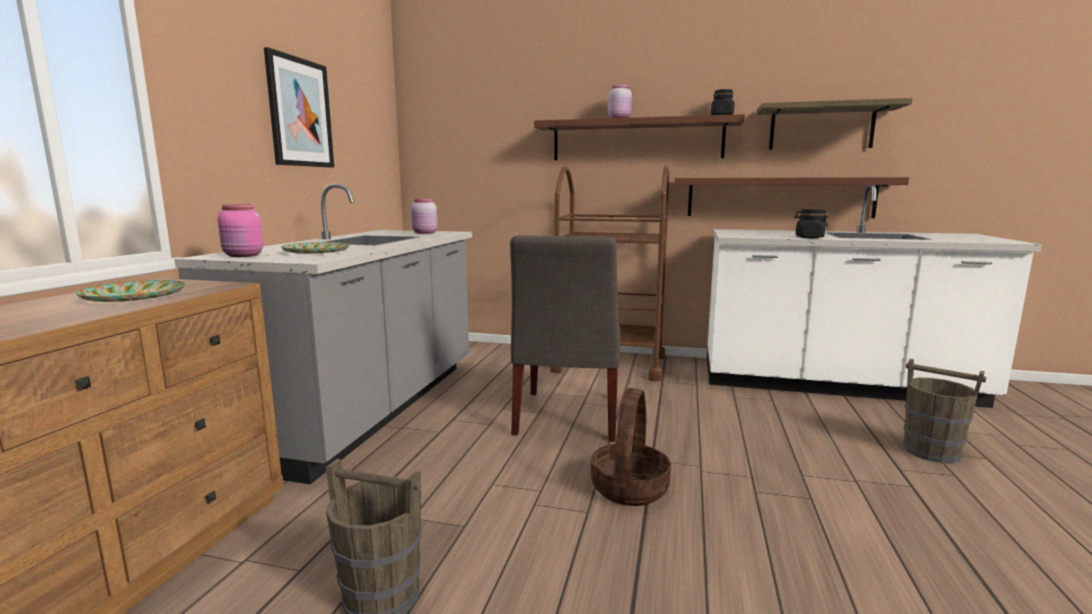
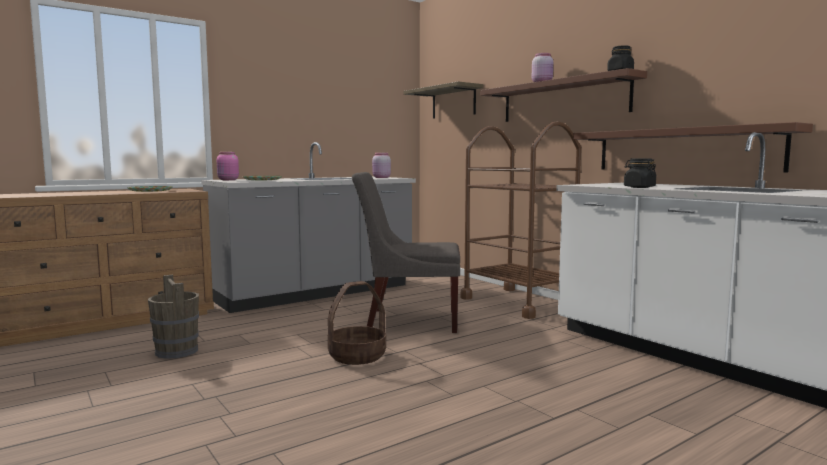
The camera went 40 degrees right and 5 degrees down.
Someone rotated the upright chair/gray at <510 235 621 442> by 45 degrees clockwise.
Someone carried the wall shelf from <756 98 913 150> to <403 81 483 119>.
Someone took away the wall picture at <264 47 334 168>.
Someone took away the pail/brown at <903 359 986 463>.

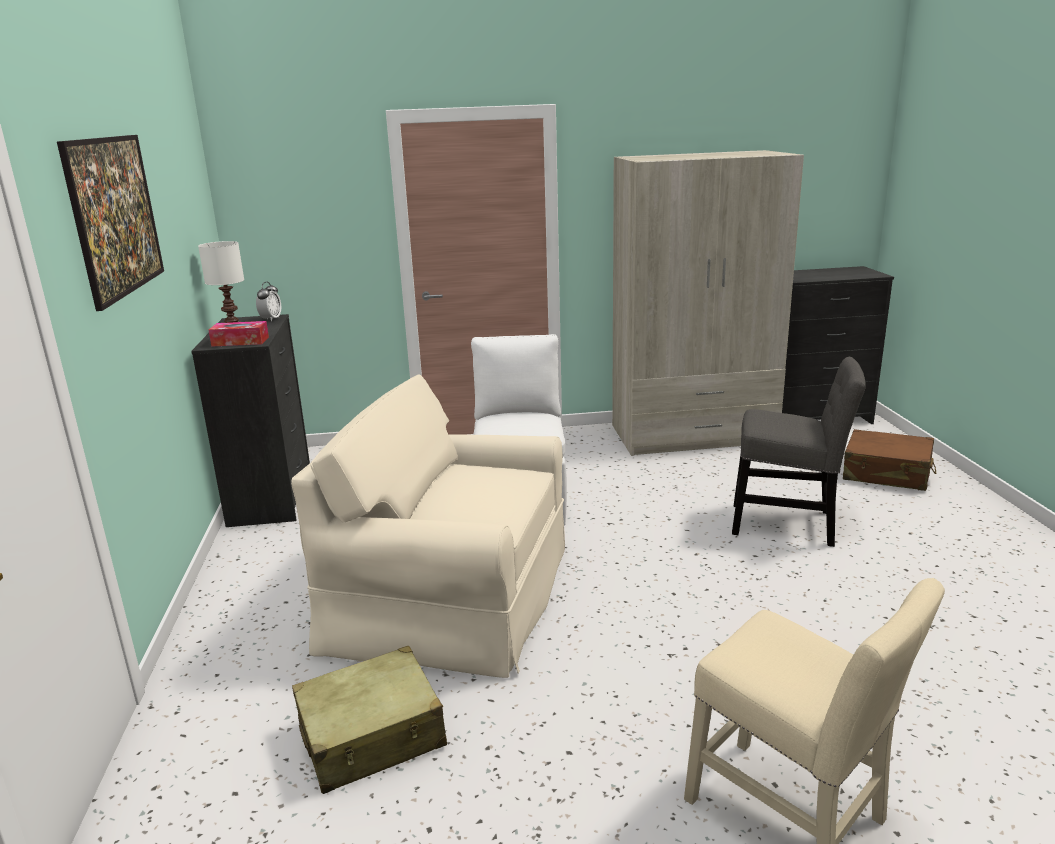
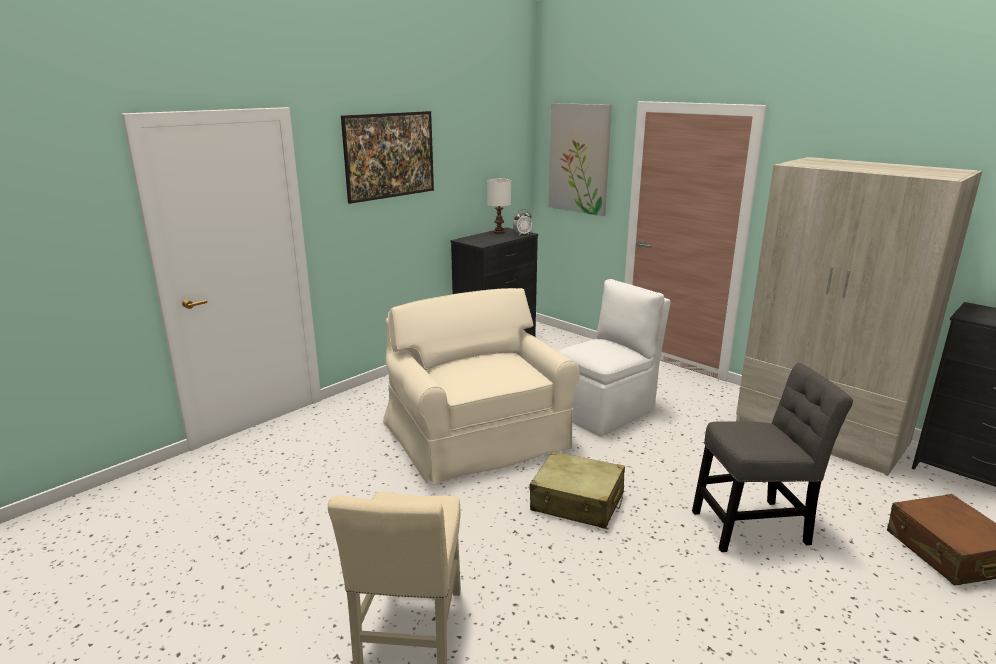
The camera went 50 degrees right and 0 degrees up.
Someone carried the suitcase/beige-coloured from <292 646 447 794> to <529 451 625 529>.
Someone put up the wall picture at <548 103 612 216>.
Someone rotated the upright chair/gray at <732 357 866 547> by 75 degrees counterclockwise.
Someone took away the tissue holder at <208 321 269 347>.

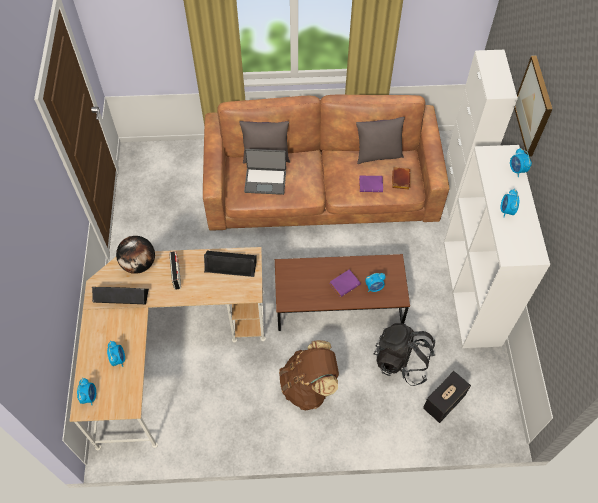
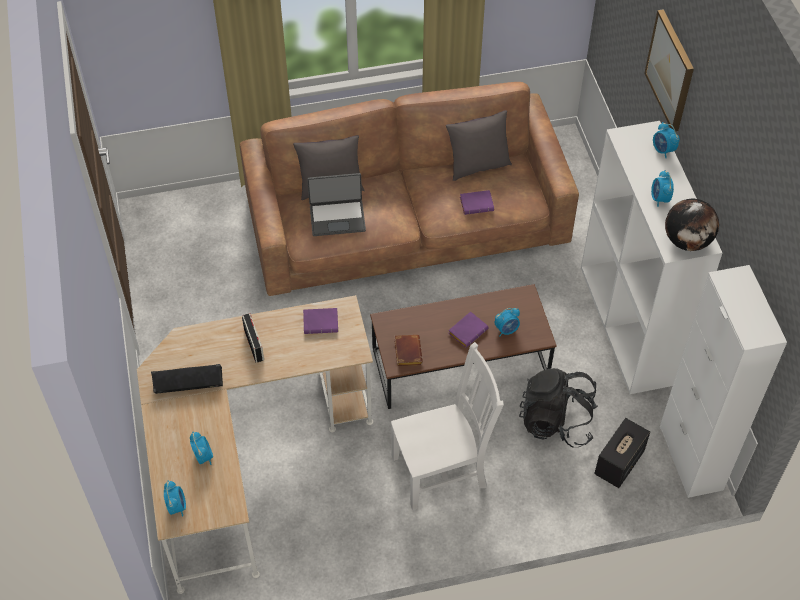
The camera went 10 degrees left and 5 degrees down.
Someone swapped the audio speaker/blackish at <204 250 257 277> for the book/purplish at <303 308 338 334>.
Someone swapped the backpack/brown at <279 340 339 410> for the upright chair/white at <391 342 504 510>.
Someone carried the book/brown from <392 167 410 189> to <394 335 423 366>.
Someone carried the cabinet/white from <445 50 518 219> to <660 265 787 498>.
Someone carried the desk globe from <116 236 155 274> to <665 199 719 251>.

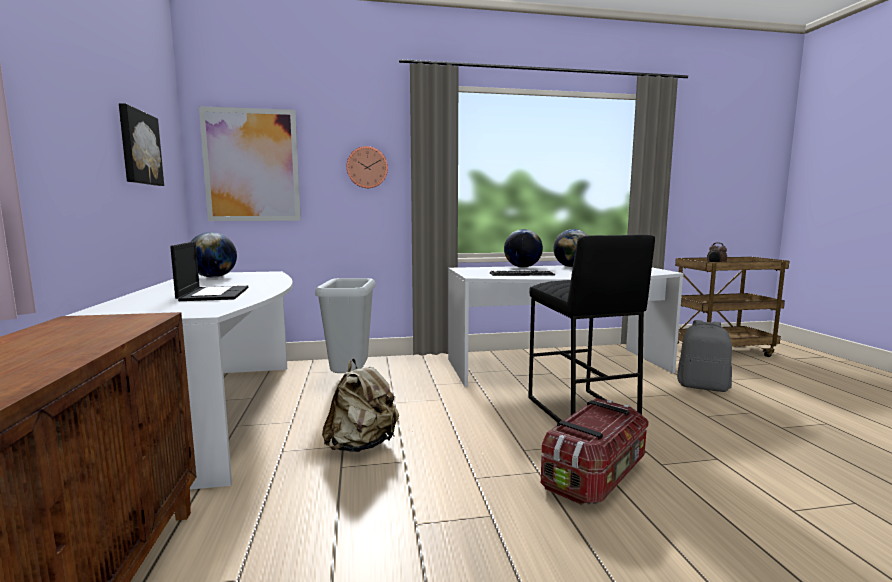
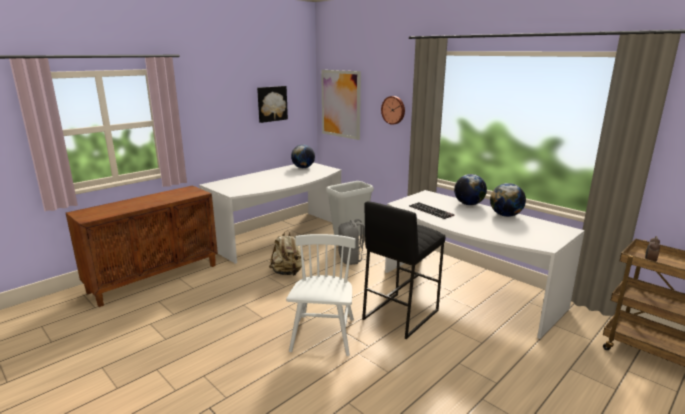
The camera went 55 degrees right and 10 degrees up.
Someone swapped the storage container at <541 398 649 505> for the upright chair/white at <286 234 356 356>.
Someone carried the backpack/gray from <677 320 732 392> to <339 219 366 265>.
Someone took away the notebook computer at <170 241 248 301>.

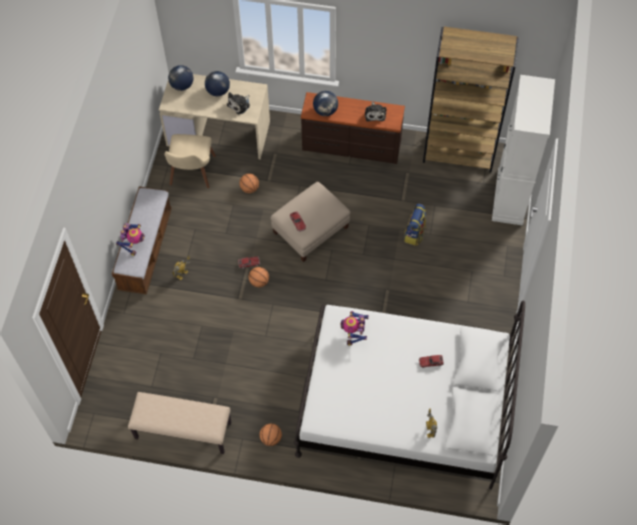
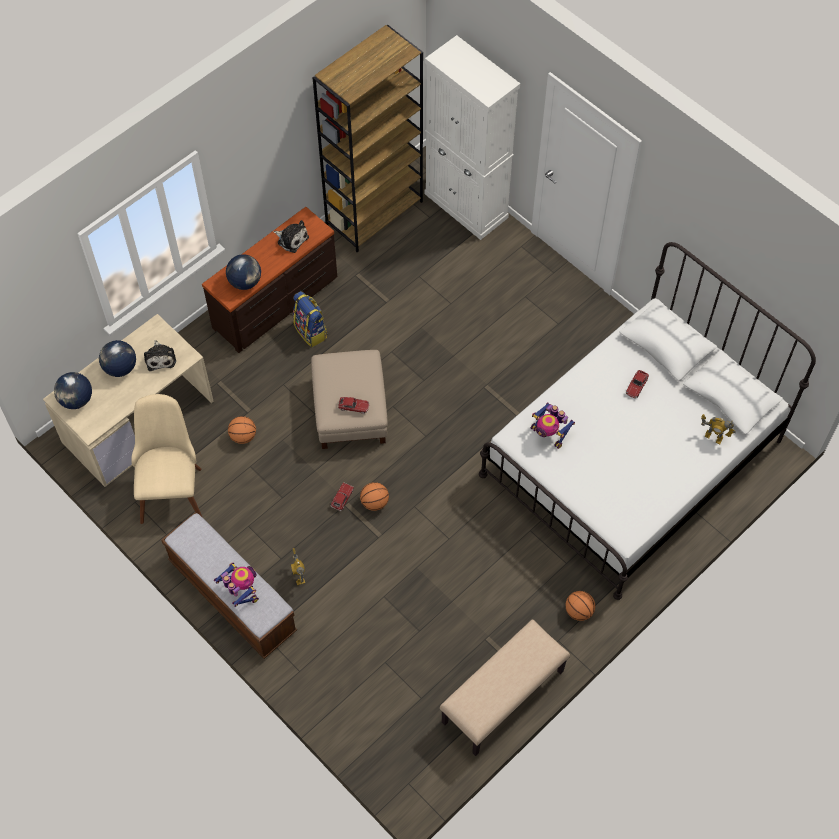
The camera went 55 degrees left and 0 degrees up.
Someone rotated the upright chair/beige-coloured at <165 134 216 188> by 135 degrees counterclockwise.
Someone carried the backpack from <404 203 426 246> to <293 291 328 347>.

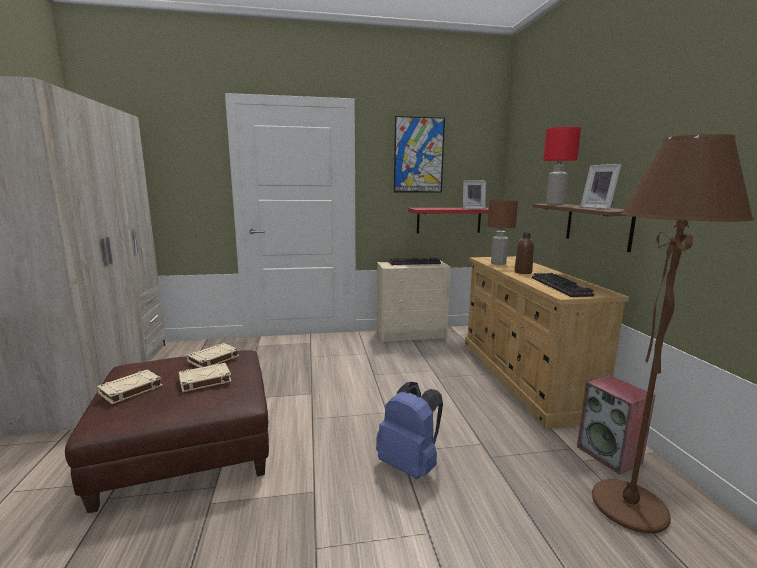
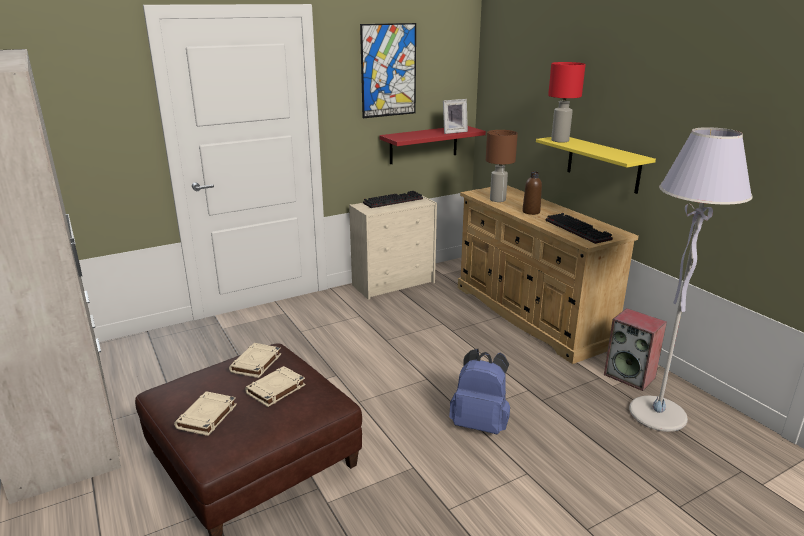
The camera went 20 degrees left and 10 degrees up.
Someone repainted the wall shelf/brown at <532 204 636 252>, which became the wall shelf/yellow at <536 137 656 194>.
Someone repainted the standing lamp/brown at <592 134 754 534>, which became the standing lamp/gray at <629 127 752 432>.
Someone took away the photo frame at <580 164 621 209>.

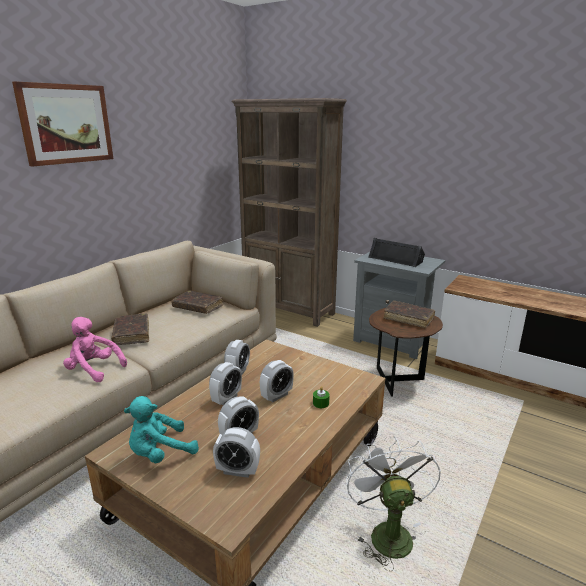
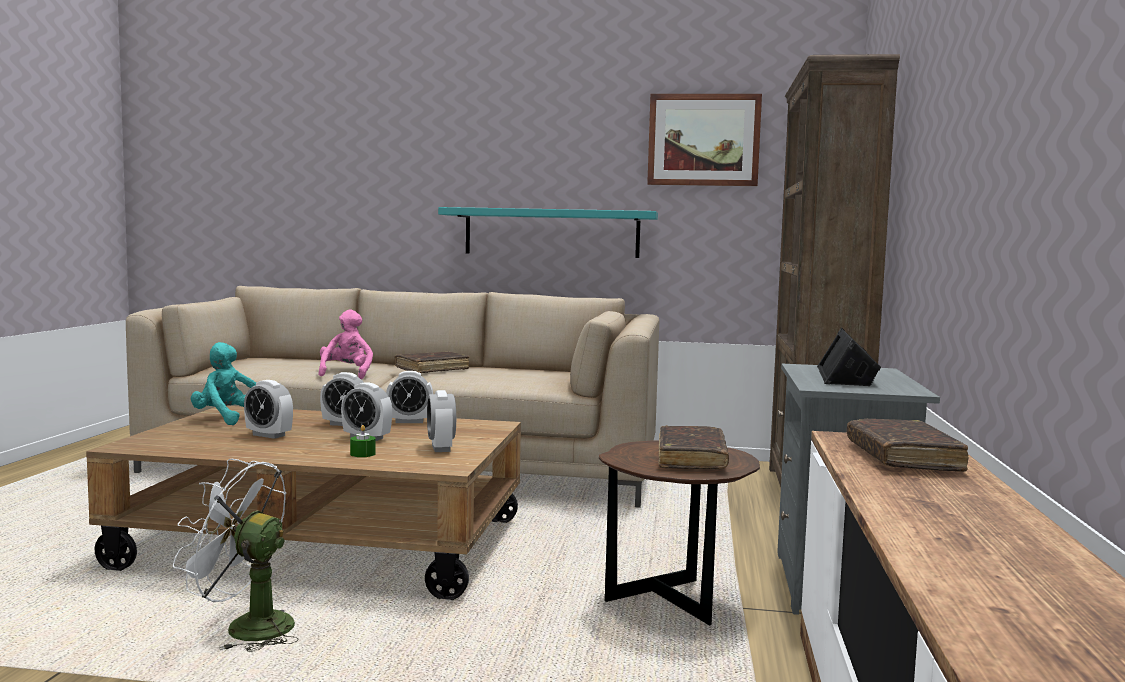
The camera went 65 degrees right and 15 degrees down.
Someone rotated the fan/white at <346 437 441 571> by 135 degrees counterclockwise.
Someone carried the table clock from <213 427 260 478> to <427 390 456 452>.
Someone put up the wall shelf/blue-green at <438 207 658 258>.
Someone carried the wall picture from <12 81 113 167> to <647 94 762 186>.
Someone carried the book/brown from <171 291 223 314> to <847 419 968 472>.

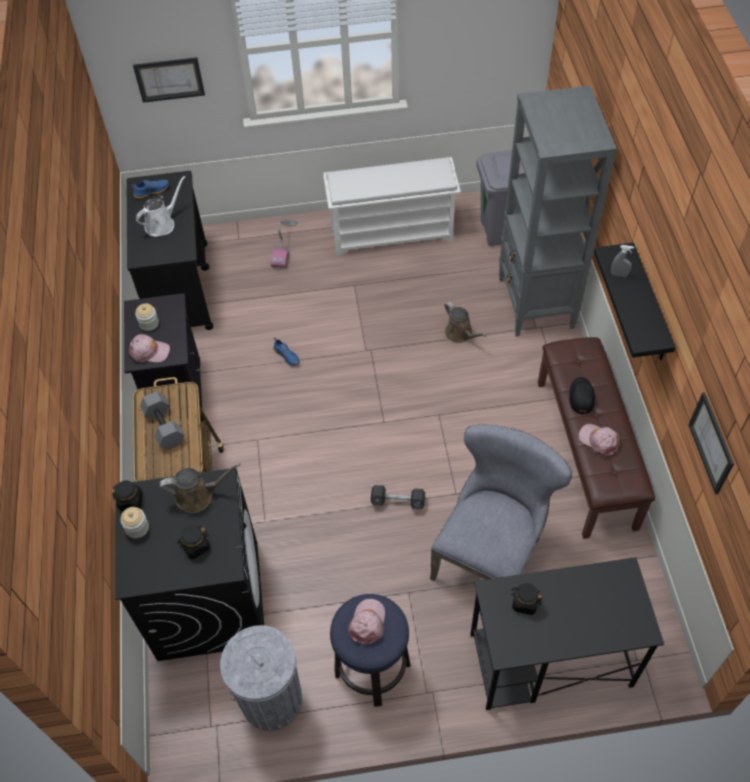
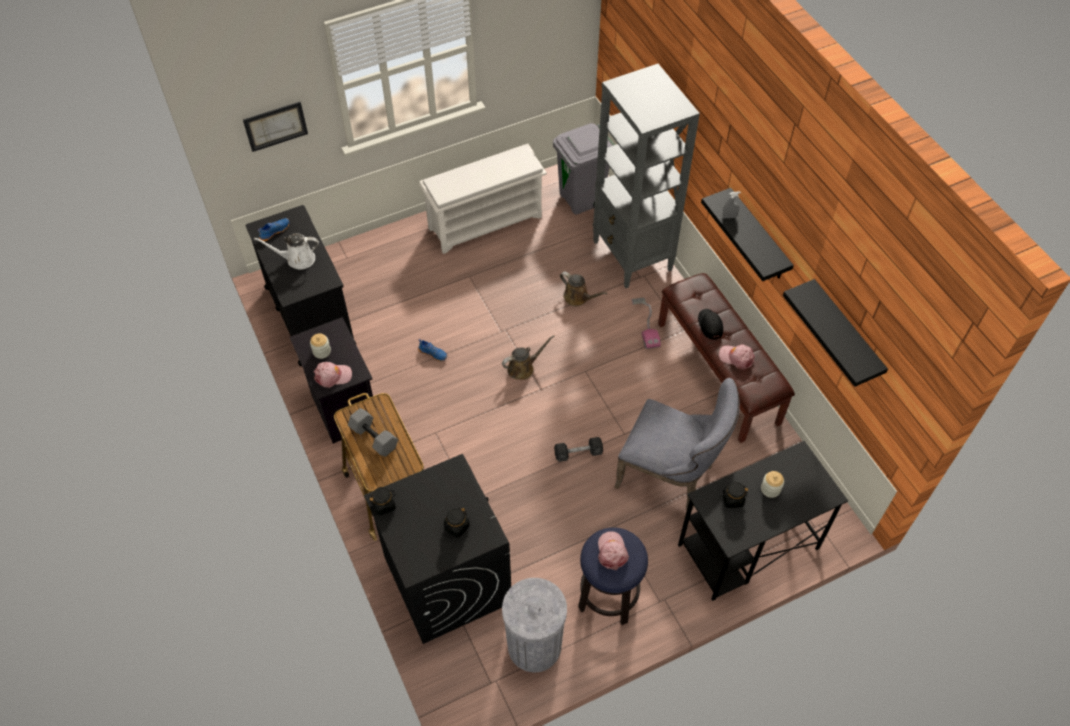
The camera went 20 degrees left and 0 degrees up.
Someone rotated the watering pot/white at <136 176 185 237> by 120 degrees counterclockwise.
Someone carried the watering pot/brown from <159 463 240 513> to <502 335 555 380>.
Someone rotated the upright chair/gray at <430 424 572 581> by 105 degrees clockwise.
Someone carried the hoover from <271 220 297 268> to <632 297 661 349>.
Someone carried the storage jar from <120 507 149 538> to <761 471 784 498>.
Someone swapped the wall picture at <688 392 734 494> for the wall shelf/blackish at <783 279 888 387>.

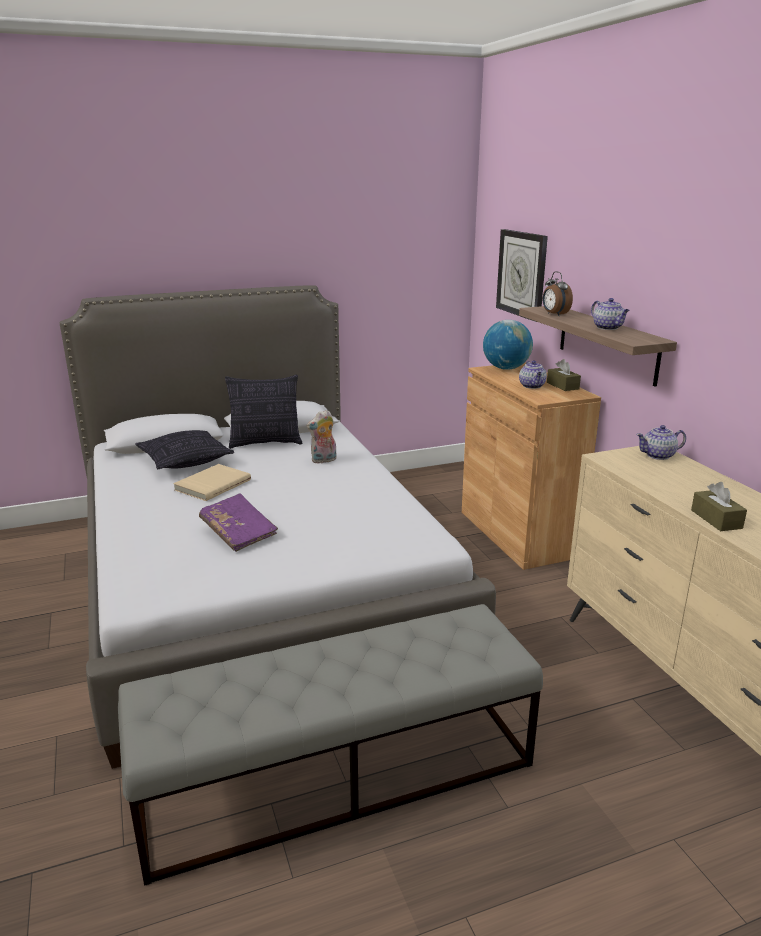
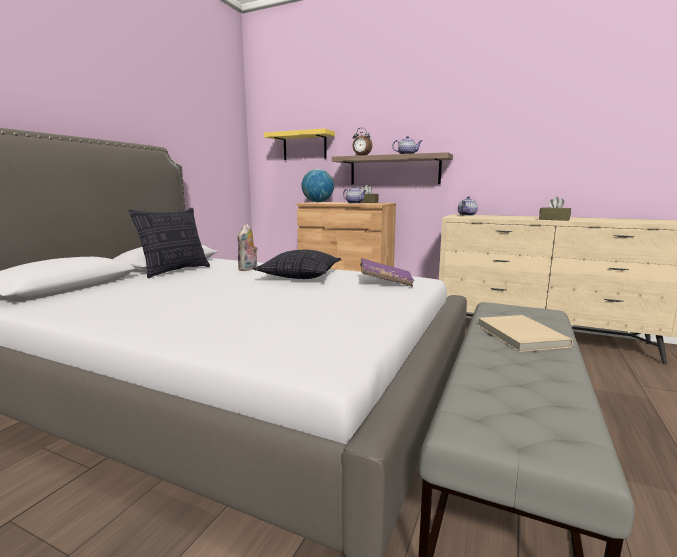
The camera went 45 degrees left and 10 degrees down.
Someone carried the cushion from <135 430 234 469> to <253 250 341 279>.
Someone swapped the wall clock at <496 229 548 322> for the wall shelf/yellow at <264 128 335 160>.
Someone carried the book/purplish from <199 493 278 552> to <360 258 414 287>.
Someone carried the book/beige-coloured from <173 464 251 501> to <478 315 573 352>.

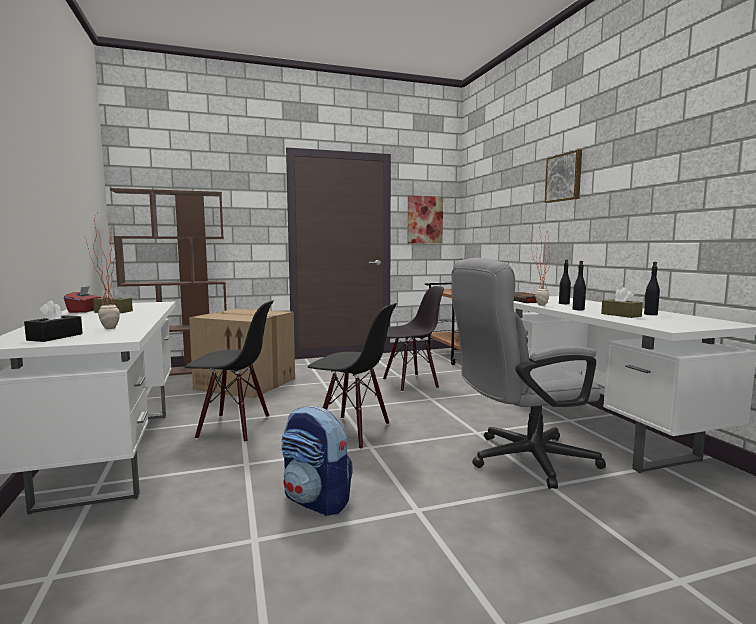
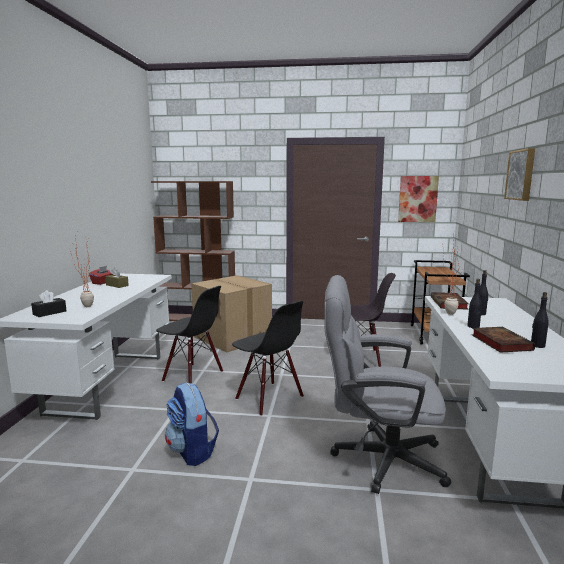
The camera went 25 degrees right and 5 degrees up.
Someone swapped the tissue holder/brown at <601 287 643 318> for the book at <472 327 535 353>.

